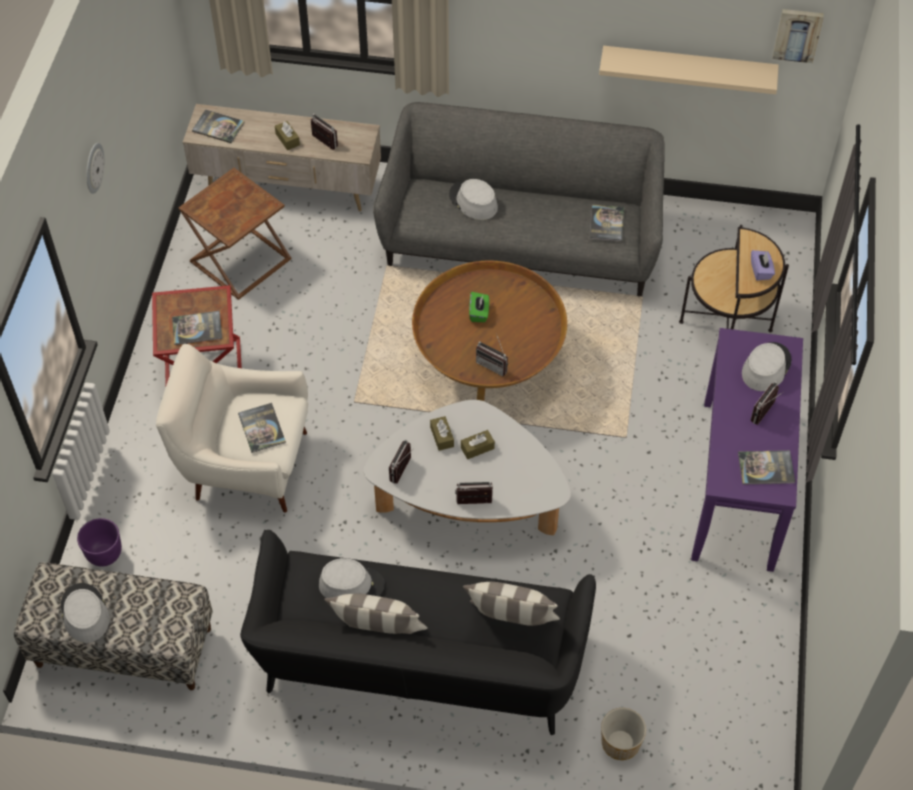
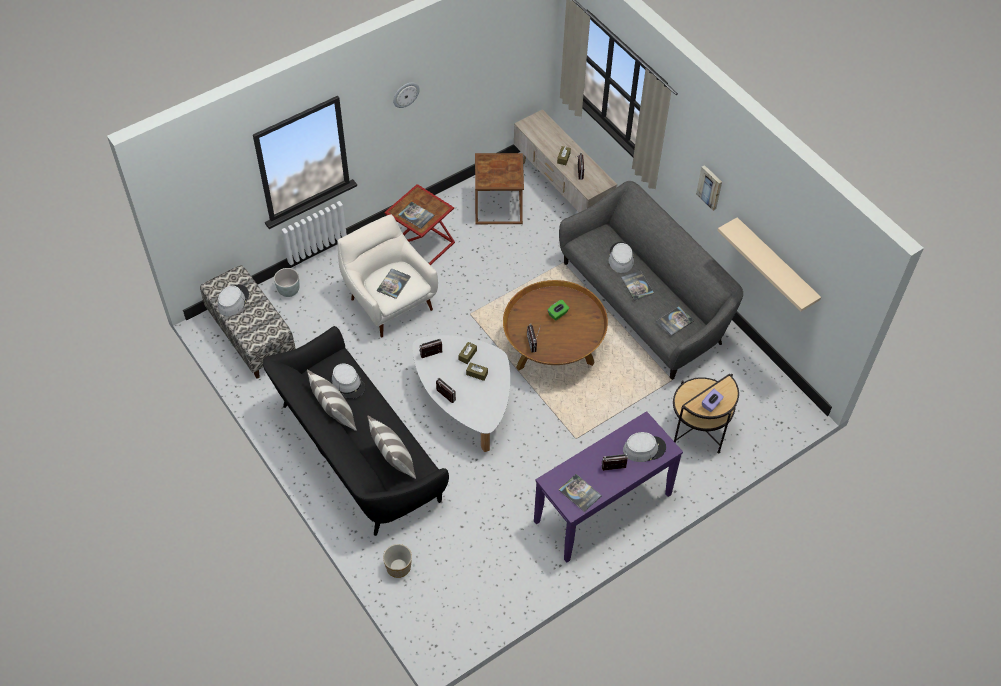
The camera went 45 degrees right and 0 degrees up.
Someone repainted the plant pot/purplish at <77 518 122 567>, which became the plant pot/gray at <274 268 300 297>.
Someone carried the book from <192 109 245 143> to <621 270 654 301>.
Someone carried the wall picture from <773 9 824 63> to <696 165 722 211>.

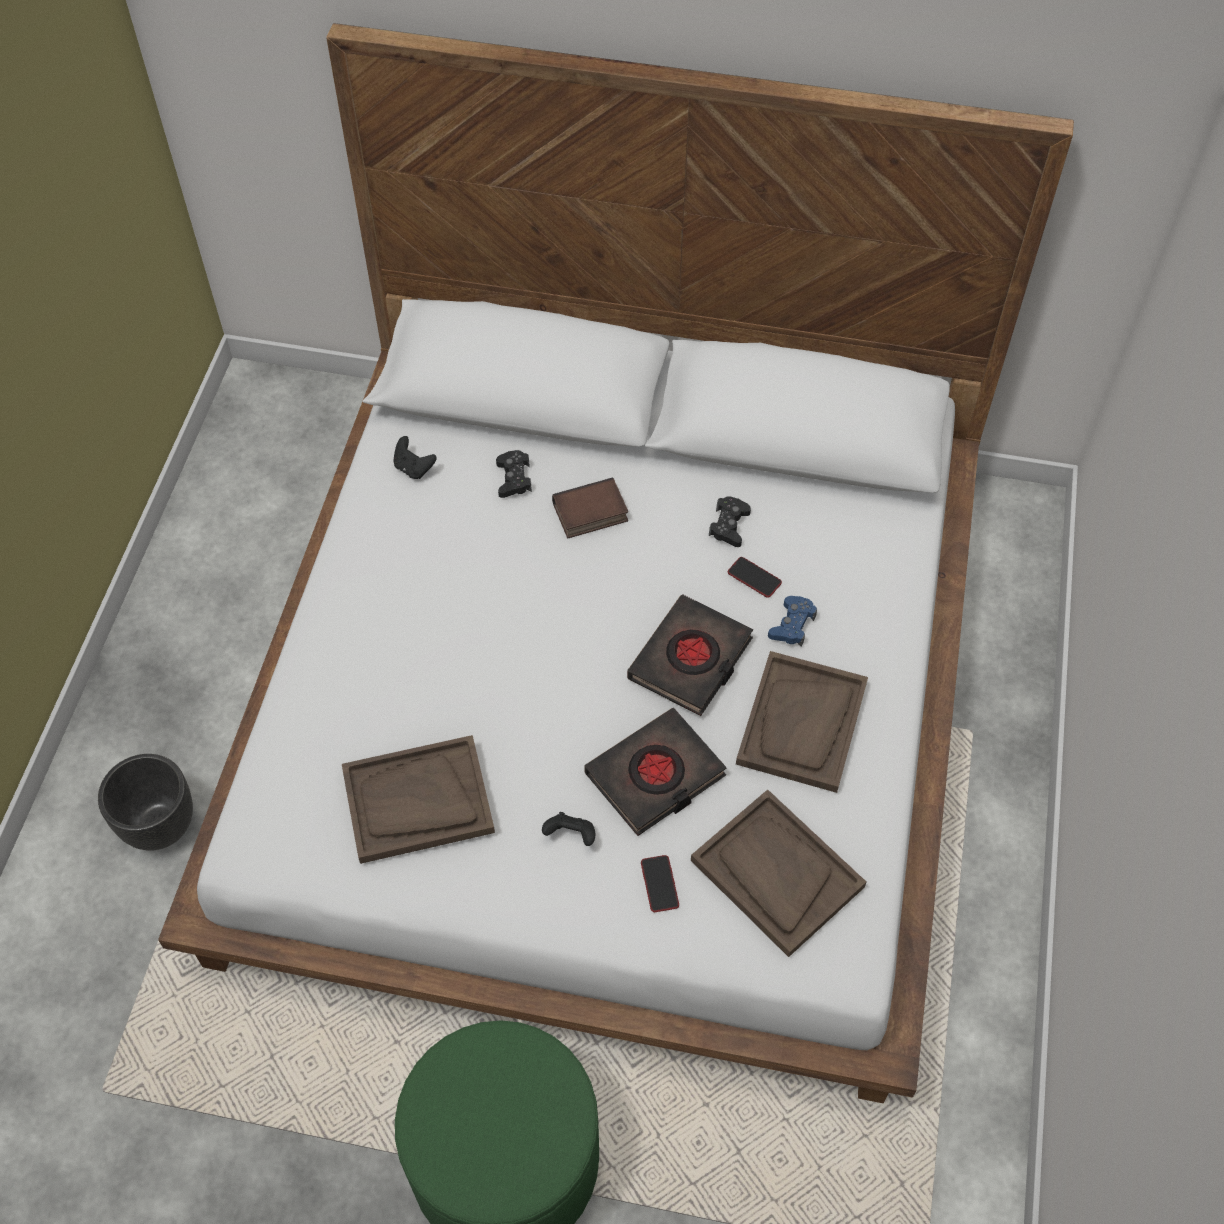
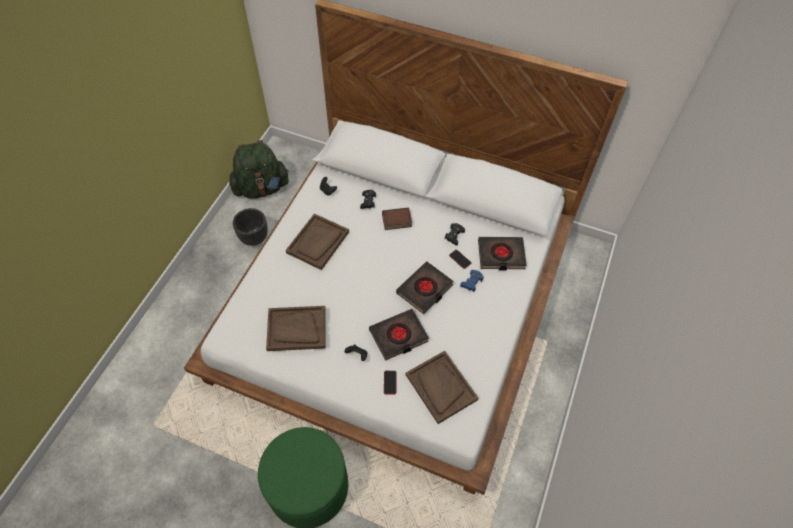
The camera went 10 degrees right and 0 degrees up.
Someone put down the backpack/green-coloured at <229 140 289 199>.
Someone carried the plant pot/blackish from <98 754 193 850> to <233 208 268 246>.
Someone carried the carrying tray/brown from <736 651 868 793> to <286 214 349 270>.
Someone put down the book/blackish at <478 237 527 270>.

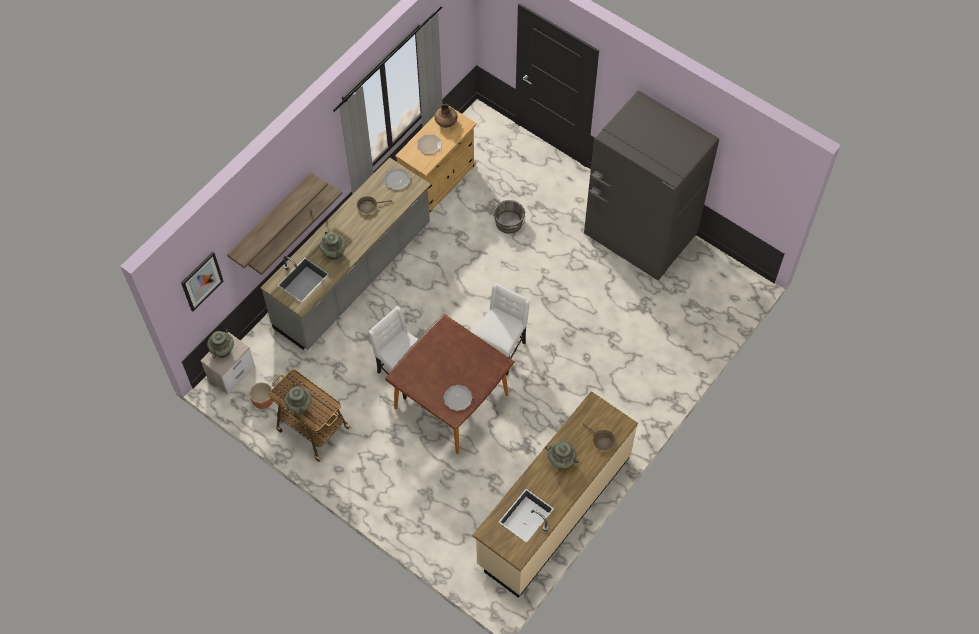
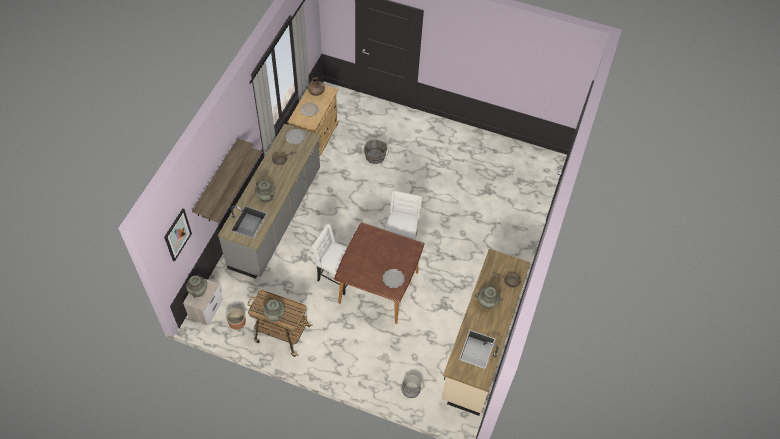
The camera went 20 degrees left and 5 degrees down.
Someone put down the plant pot at <402 375 421 398>.
Someone took away the refrigerator/gray at <584 91 719 280>.

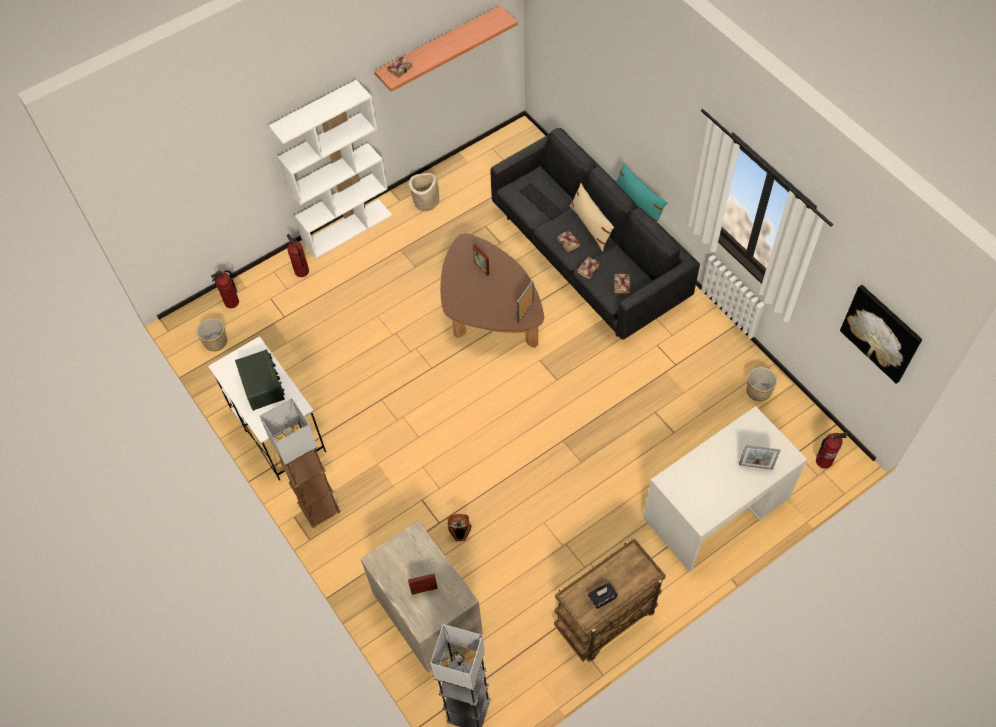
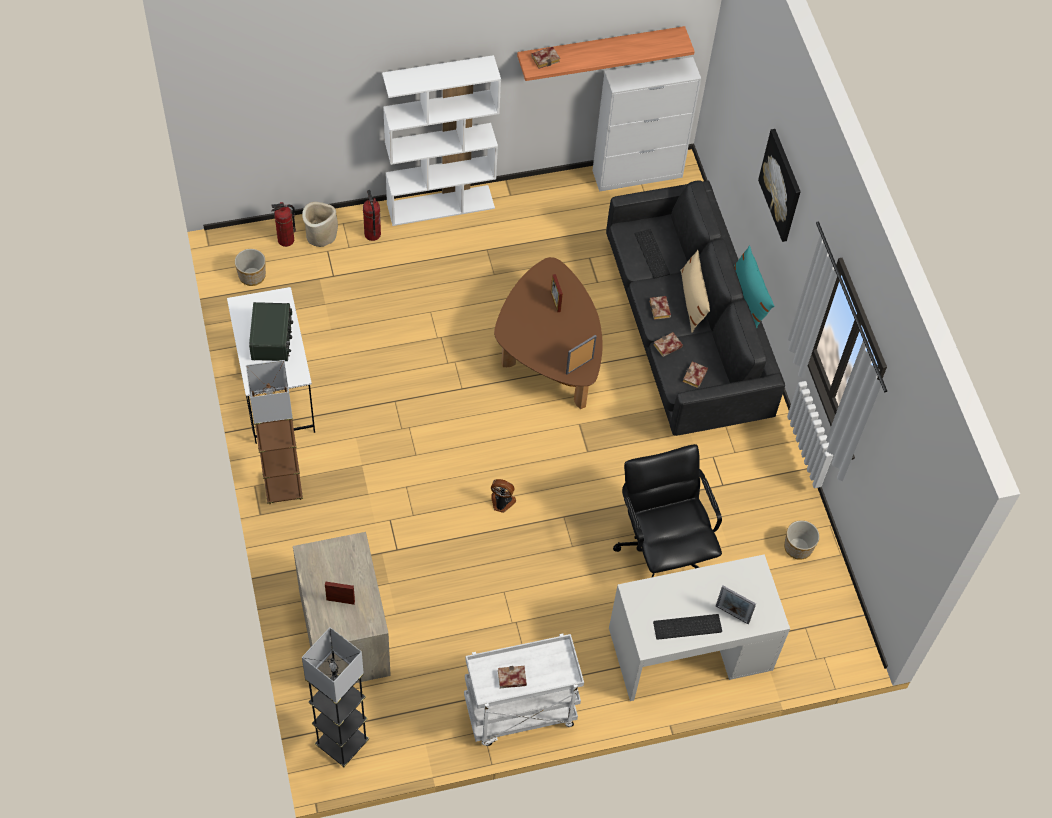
The camera went 15 degrees right and 0 degrees up.
Someone carried the plant pot/beige-coloured from <409 173 439 211> to <302 202 338 247>.
Someone repainted the trolley/brown at <554 538 666 662>, which became the trolley/white at <464 634 584 746>.
Someone carried the fan from <448 514 471 541> to <491 479 516 513>.
Someone swapped the tissue holder/blackish at <588 583 618 609> for the book at <498 666 527 688>.
Someone put down the cabinet/white at <592 57 701 192>.
Someone put down the office chair/blackish at <613 444 722 578>.
Someone put down the keyboard at <653 614 722 640>.
Someone carried the wall picture from <840 285 922 384> to <758 129 801 242>.
Someone took away the extinguisher at <816 432 848 469>.

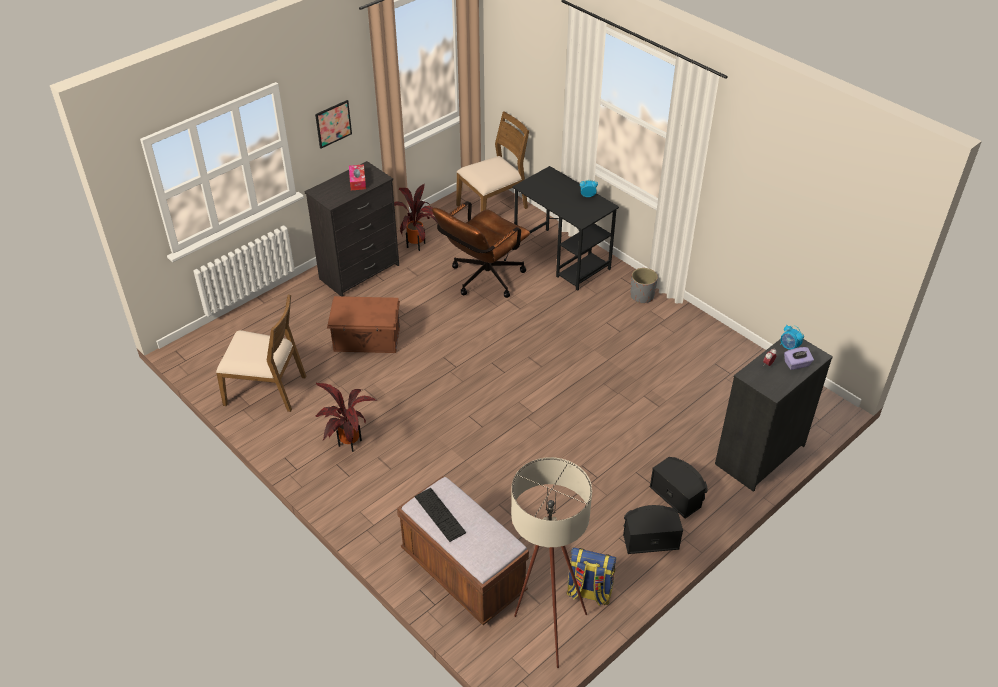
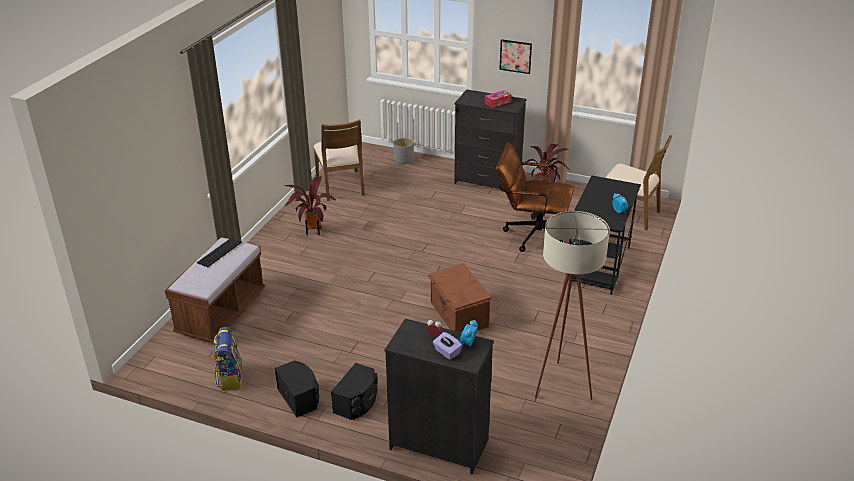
The camera went 65 degrees right and 10 degrees down.
Someone carried the plant pot/gray from <630 268 658 303> to <394 138 414 165>.
Someone carried the storage container/brown from <327 296 400 353> to <427 263 491 332>.
Someone carried the standing lamp/beige-coloured from <511 457 592 668> to <535 211 610 400>.

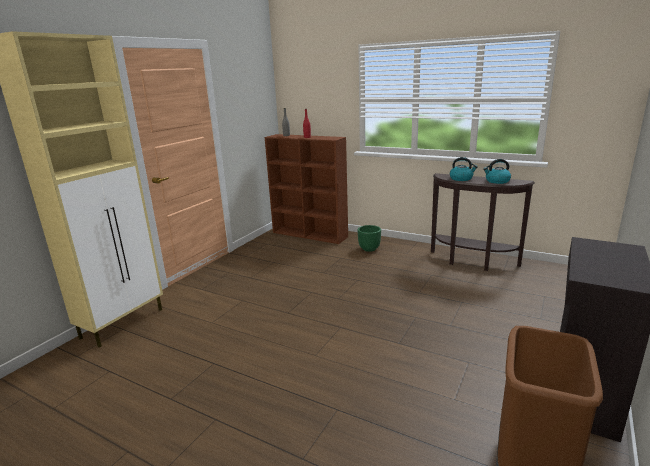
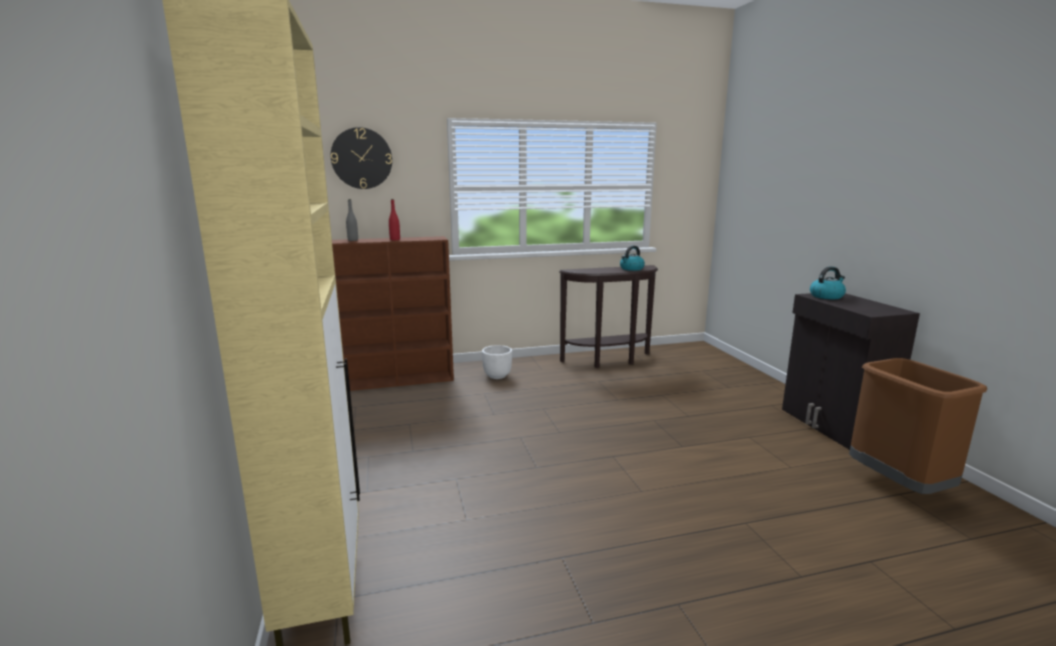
The camera went 45 degrees left and 5 degrees down.
Someone put up the wall clock at <331 127 392 189>.
Someone repainted the plant pot/green-coloured at <358 225 381 252>, which became the plant pot/white at <482 345 512 379>.
Someone carried the tea kettle from <450 157 477 181> to <810 266 846 299>.

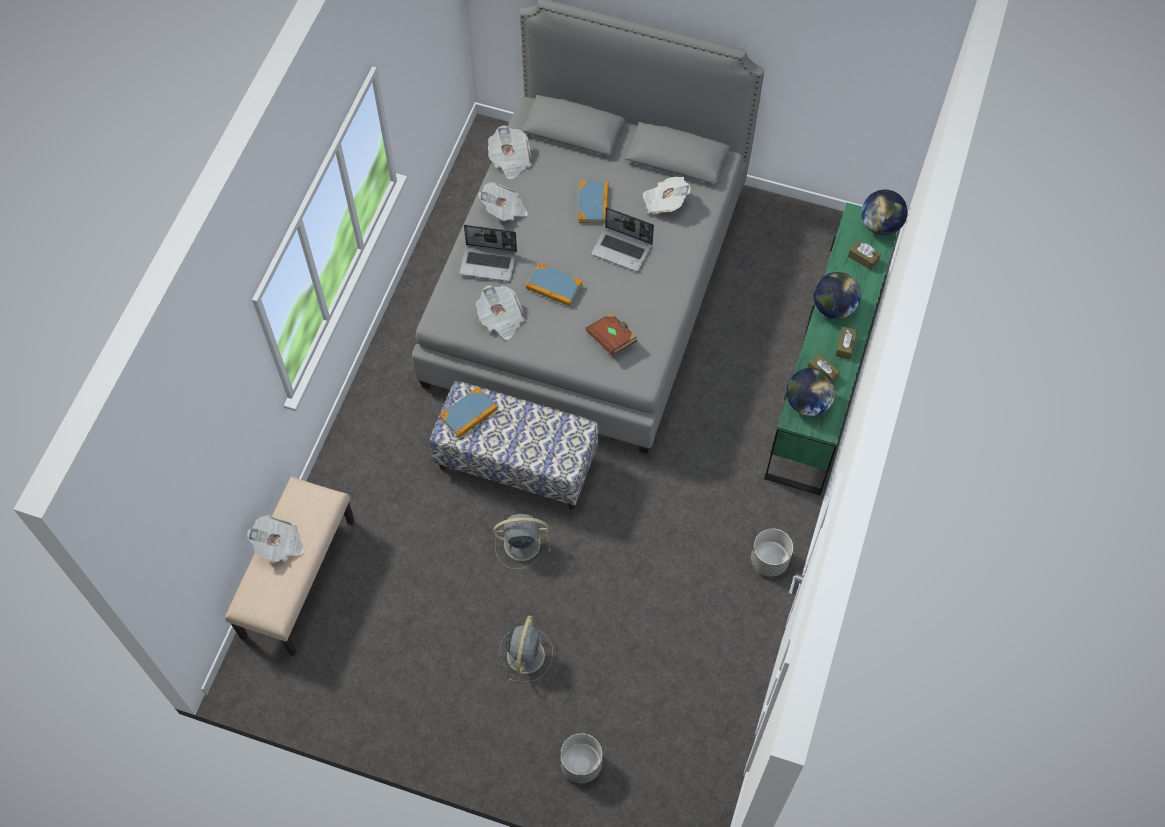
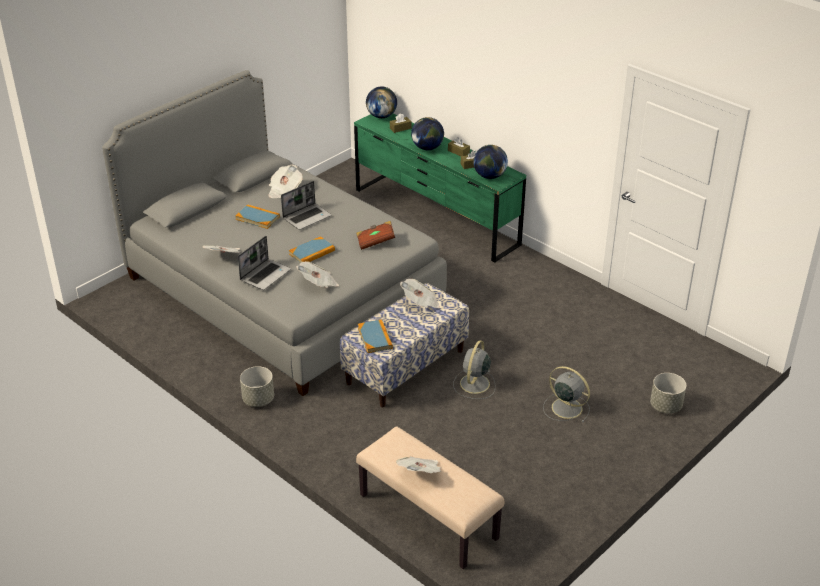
The camera went 65 degrees left and 25 degrees down.
Someone carried the plant pot/gray from <751 529 793 576> to <240 366 274 407>.
Someone carried the daily paper from <488 125 531 179> to <400 279 440 308>.

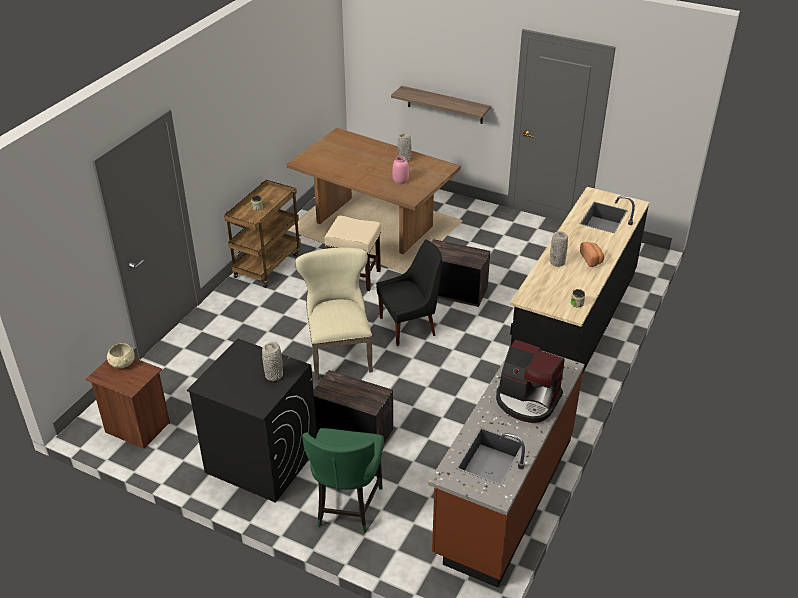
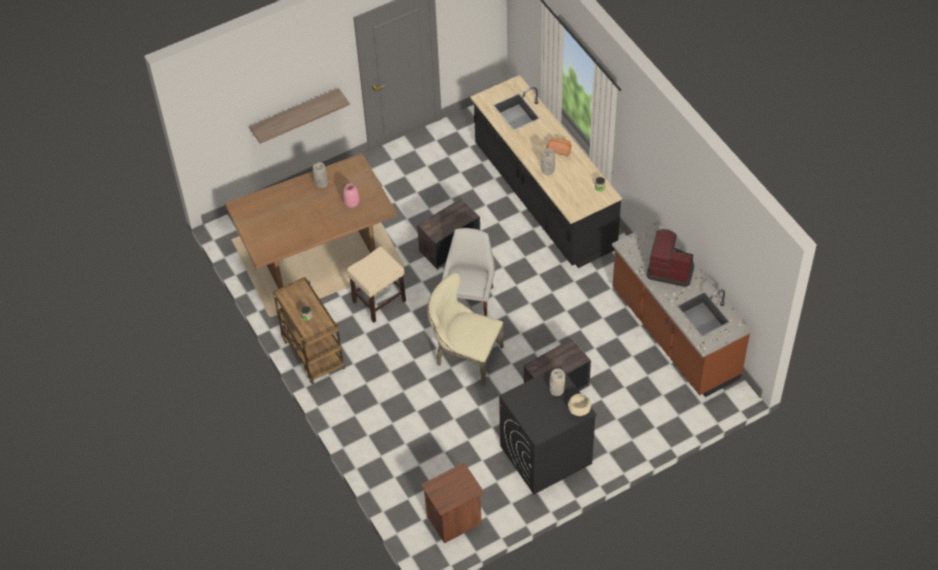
The camera went 55 degrees left and 15 degrees up.
Someone repainted the upright chair/blackish at <377 240 442 346>, which became the upright chair/white at <442 228 495 316>.
Someone carried the serving bowl/beige-coloured from <107 343 135 368> to <568 393 591 416>.
Someone rotated the coffee maker at <496 340 564 423> by 135 degrees counterclockwise.
Someone took away the upright chair/green-coloured at <302 428 384 533>.

